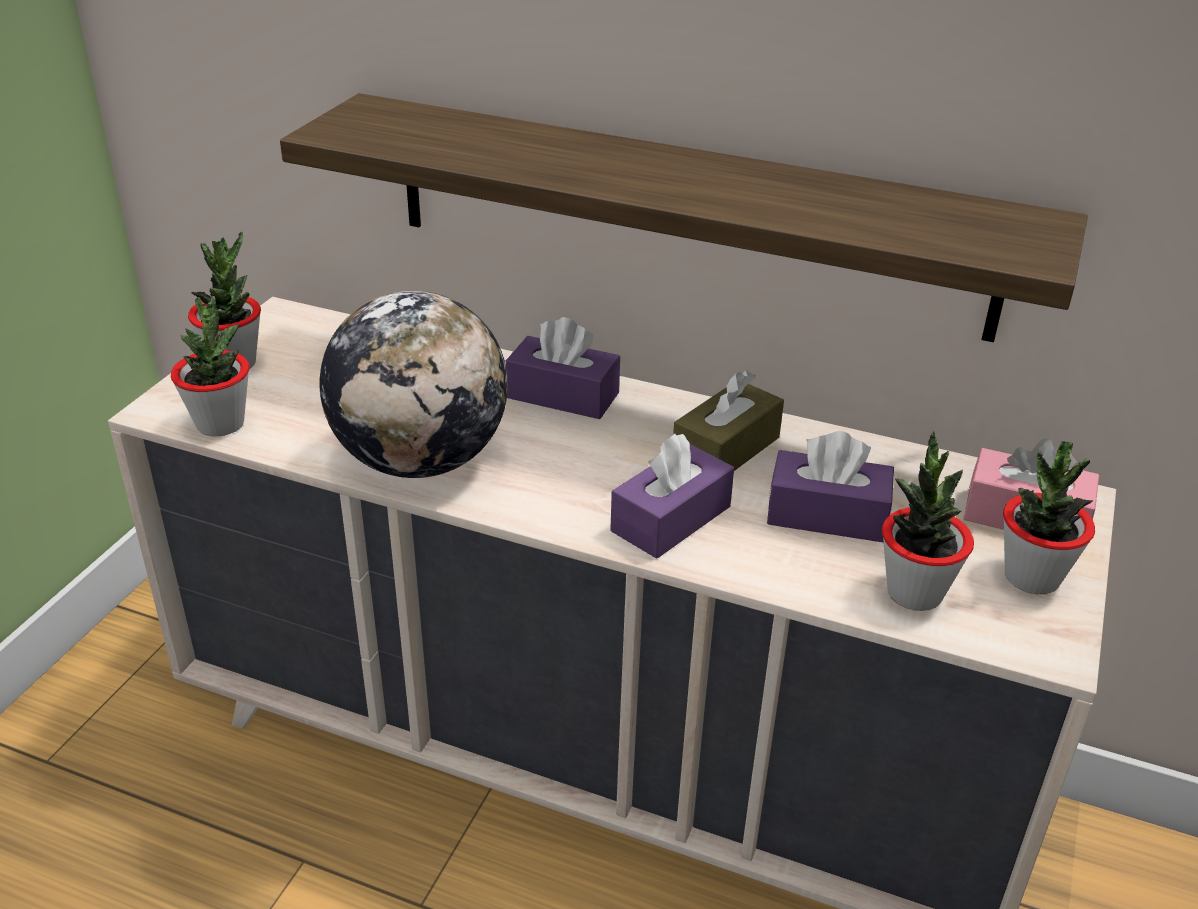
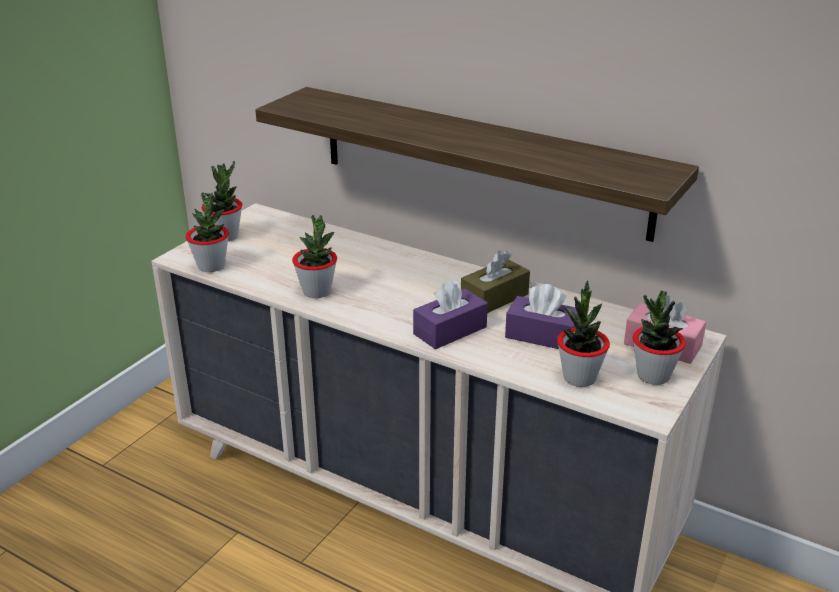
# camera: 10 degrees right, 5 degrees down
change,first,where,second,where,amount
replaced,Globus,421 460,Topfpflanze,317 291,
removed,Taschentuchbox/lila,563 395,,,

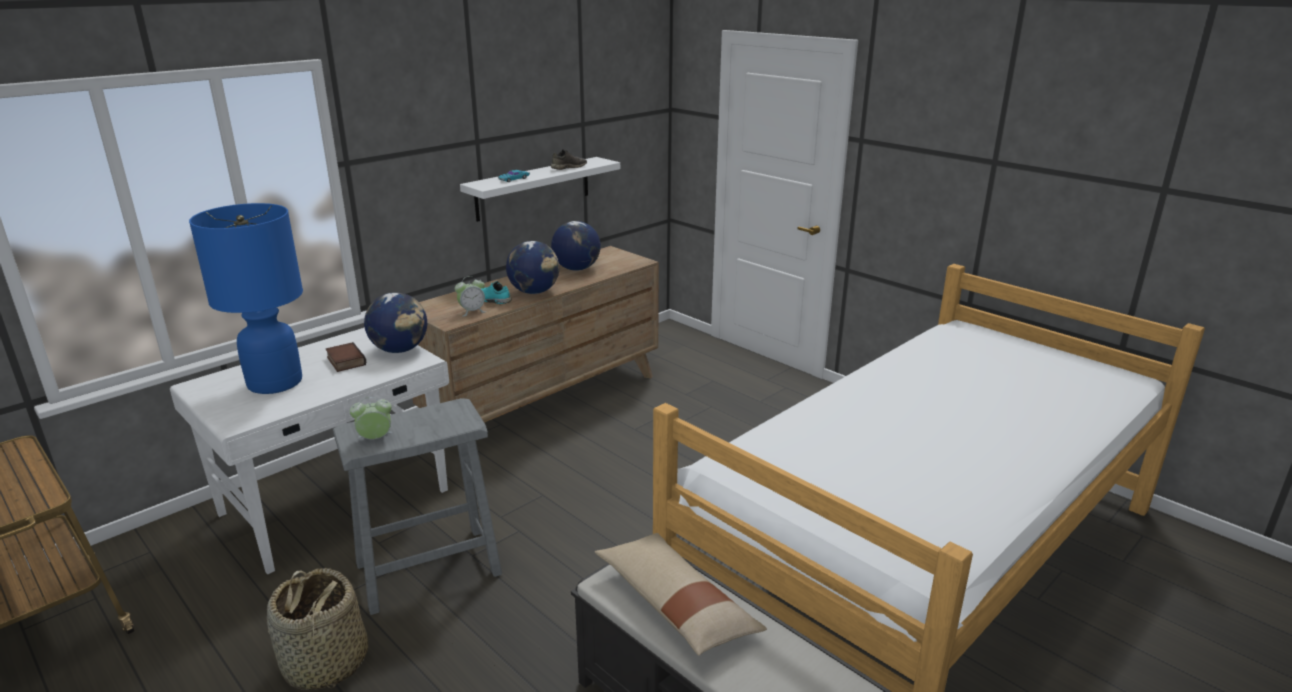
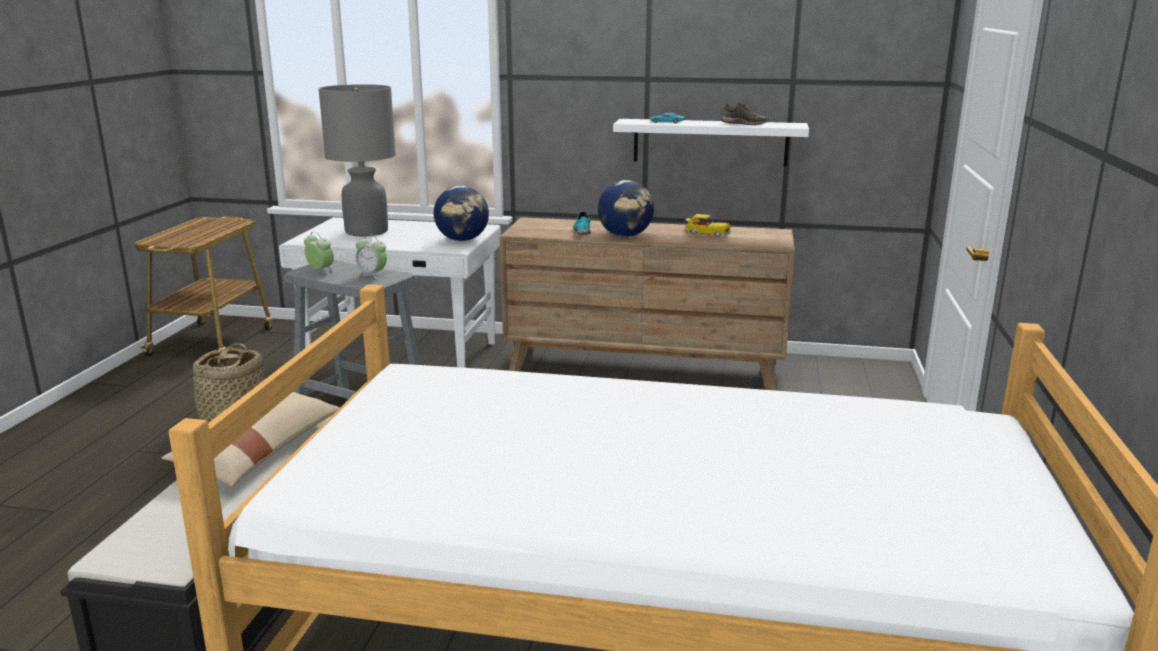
# camera: 55 degrees right, 5 degrees down
change,first,where,second,where,amount
recoloured,Tischlampe/blau,275 383,Tischlampe/grau,366 232,
moved,Wecker,472 311,,372 275,
replaced,Globus,576 268,Spielzeugauto,706 233,
removed,Buch,344 361,,,

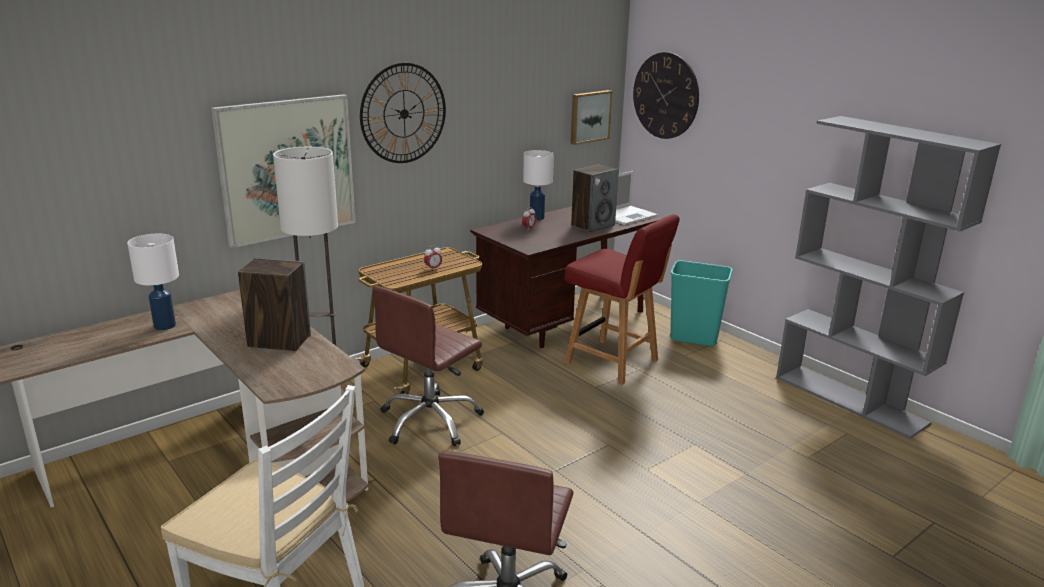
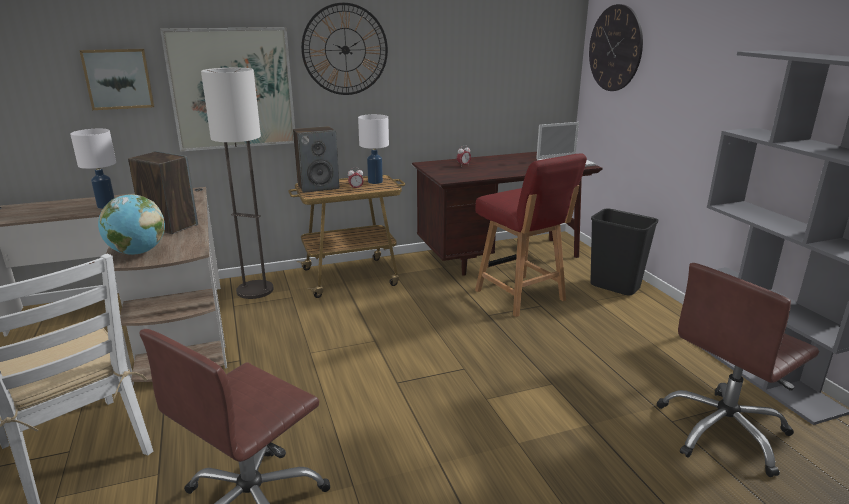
# camera: 20 degrees right, 0 degrees up
change,first,where,second,where,amount
moved,Bild,589 116,,118 79,
added,,,Globus,137 252,
moved,Lautsprecher,593 225,,318 187,
moved,Tischlampe/weiß,537 218,,375 182,
recoloured,Mülleimer/türkis,694 338,Mülleimer/schwarz,615 286,
moved,Bürostuhl/braun,430 421,,723 431,

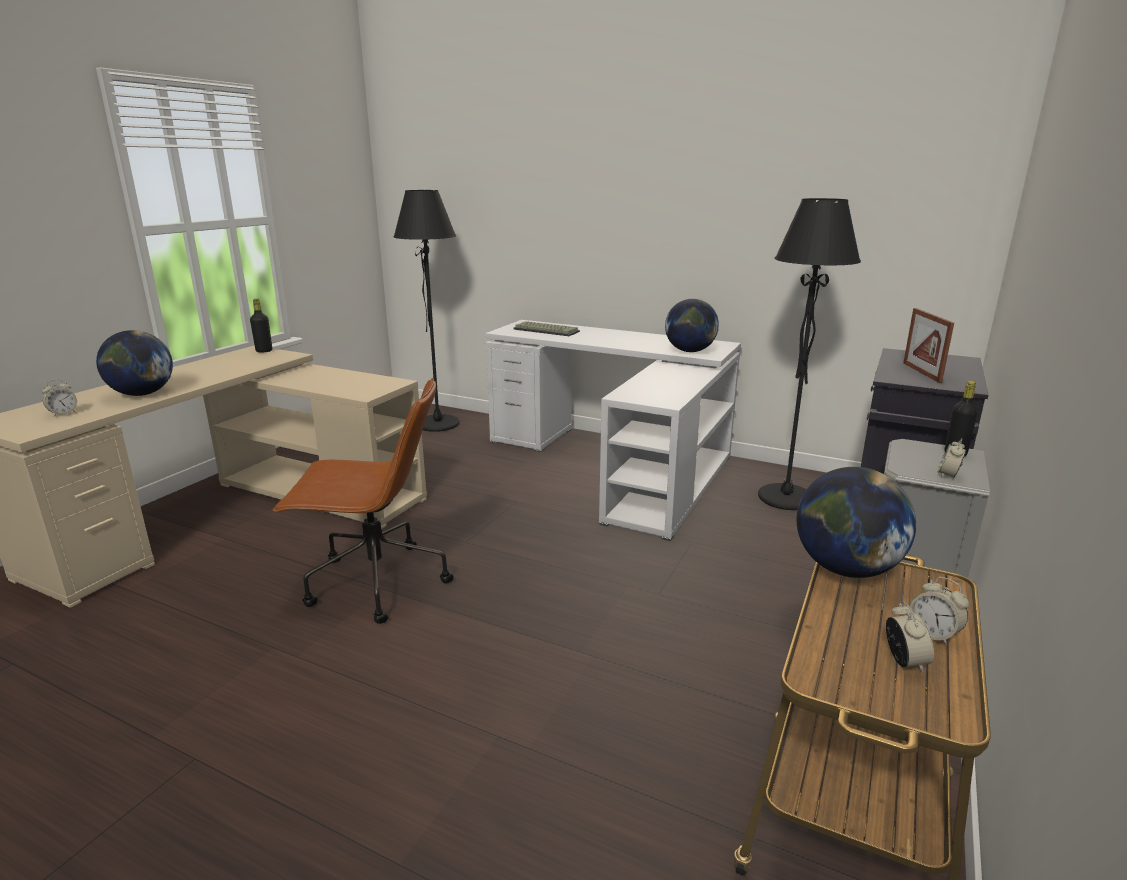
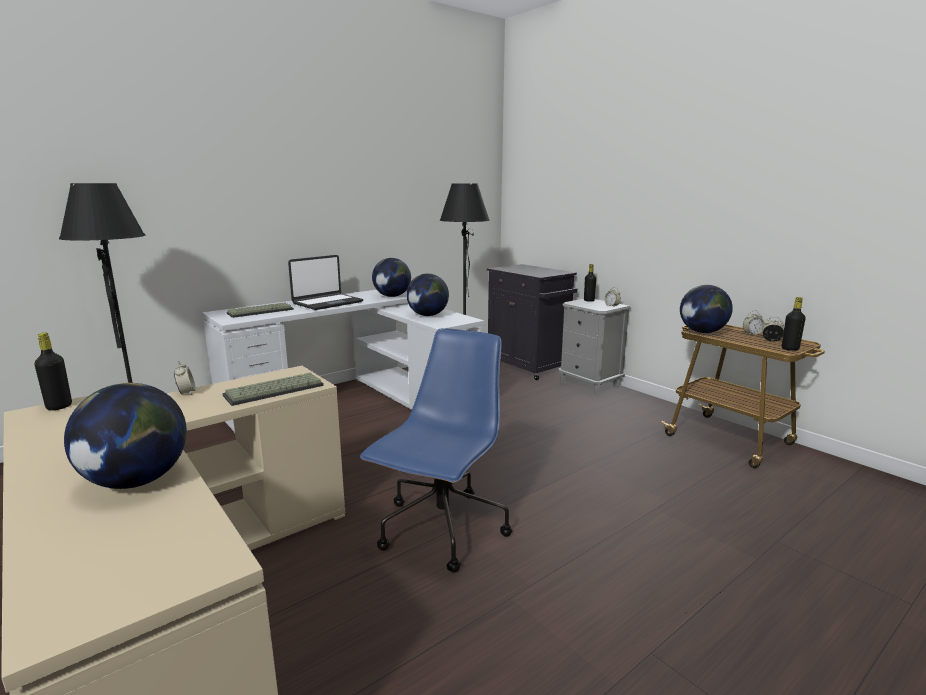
# camera: 65 degrees left, 5 degrees down
change,first,where,second,where,amount
moved,Wecker,63 413,,186 393,
added,,,Tastatur,273 391,
added,,,Laptop,327 303,
recoloured,Bürostuhl/braun,375 583,Bürostuhl/blau,442 530,
added,,,Globus,428 315,
added,,,Flasche/schwarz,790 349,
removed,Bilderrahmen,921 372,,,

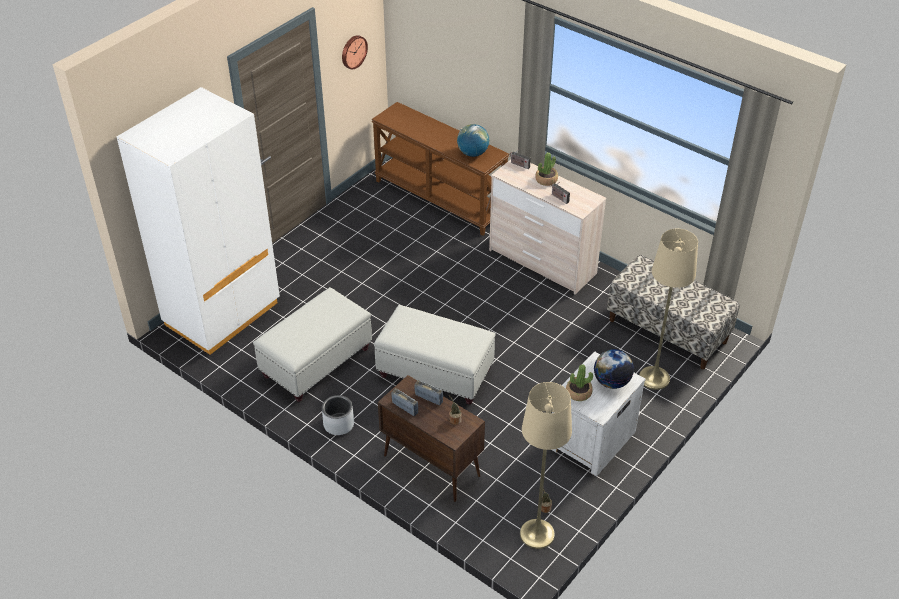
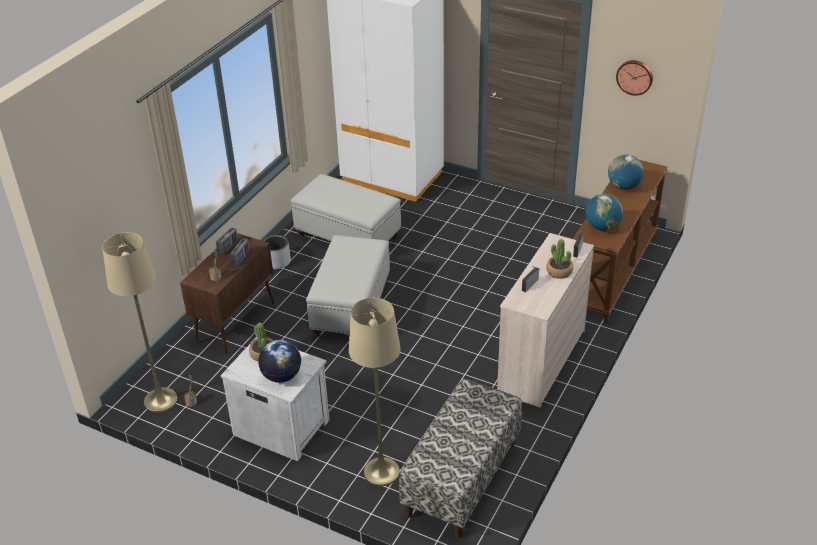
# camera: 80 degrees right, 5 degrees down
change,first,where,second,where,amount
added,,,Globus,623 187,

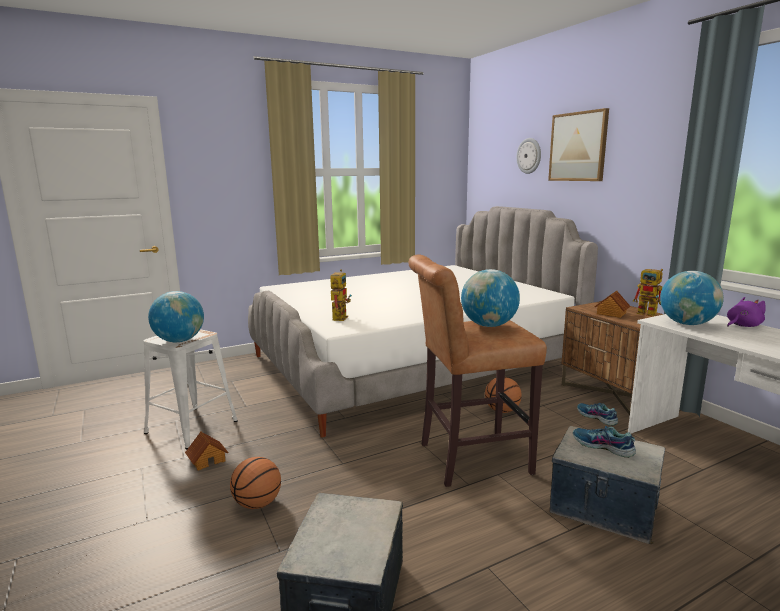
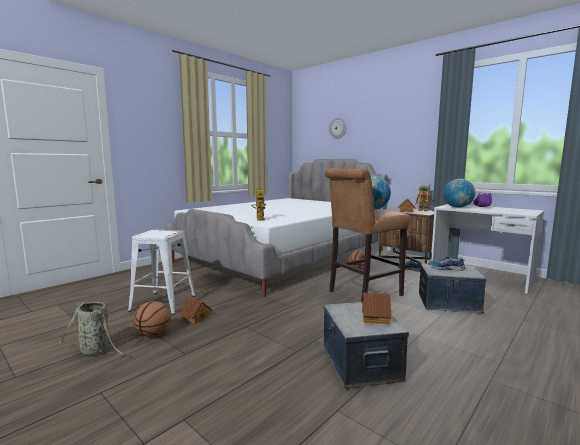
# camera: 20 degrees left, 5 degrees down
change,first,where,second,where,amount
added,,,Korb,96 350,
moved,Basketball,257 504,,153 334,
added,,,Spielzeughaus,374 317,
removed,Globus,179 341,,,
removed,Bild,578 147,,,

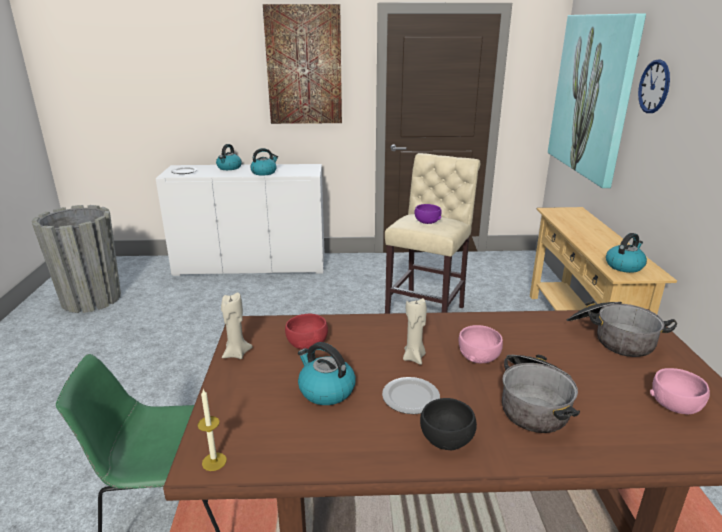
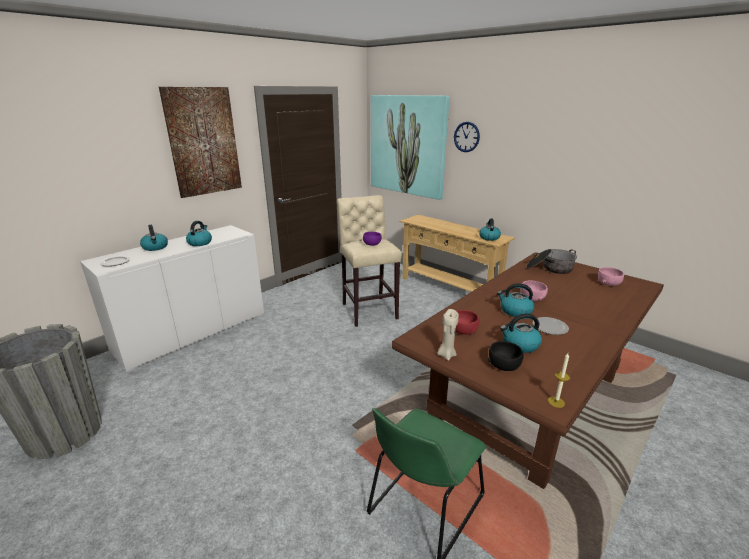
# camera: 45 degrees left, 0 degrees up
change,first,where,second,where,amount
moved,Schüssel/schwarz,447 438,,504 365,
replaced,Kerze/beige,414 357,Wasserkessel,515 311,
removed,Kochtopf,534 403,,,

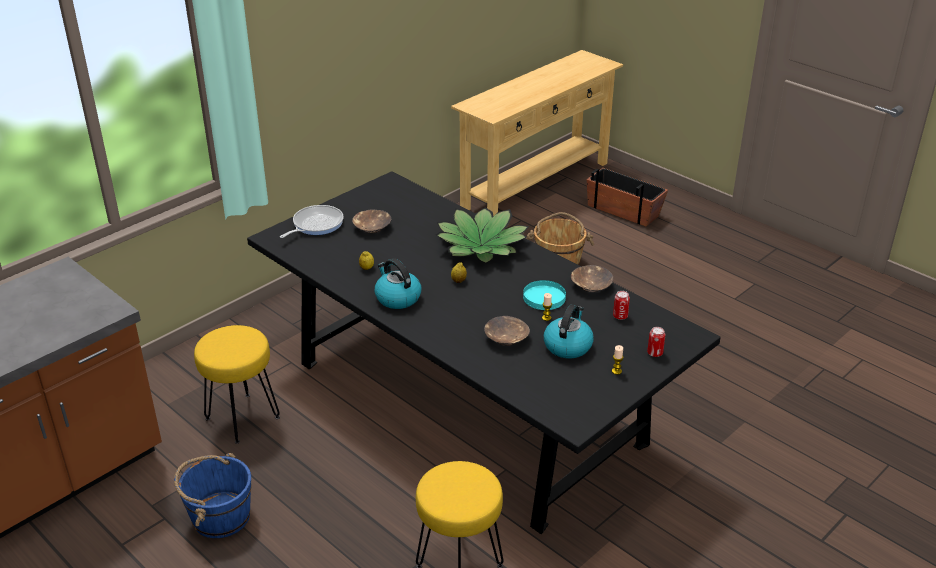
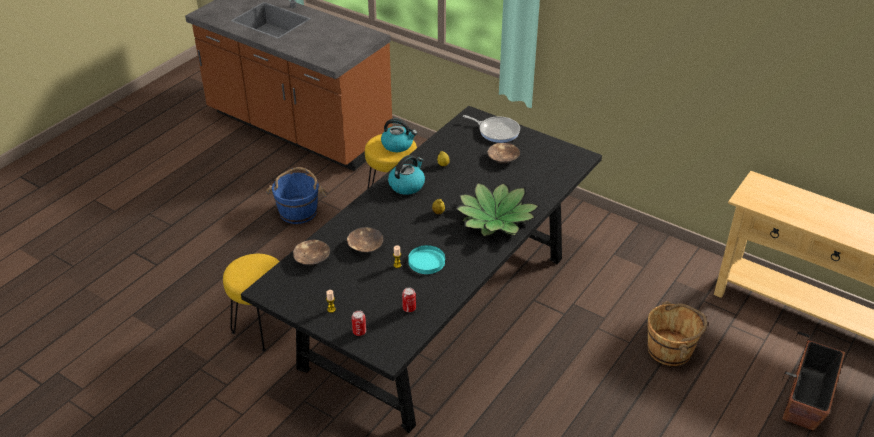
# camera: 80 degrees right, 5 degrees up
change,first,where,second,where,amount
moved,Schüssel/braun,590 285,,312 258,
moved,Wasserkessel,568 345,,398 145,

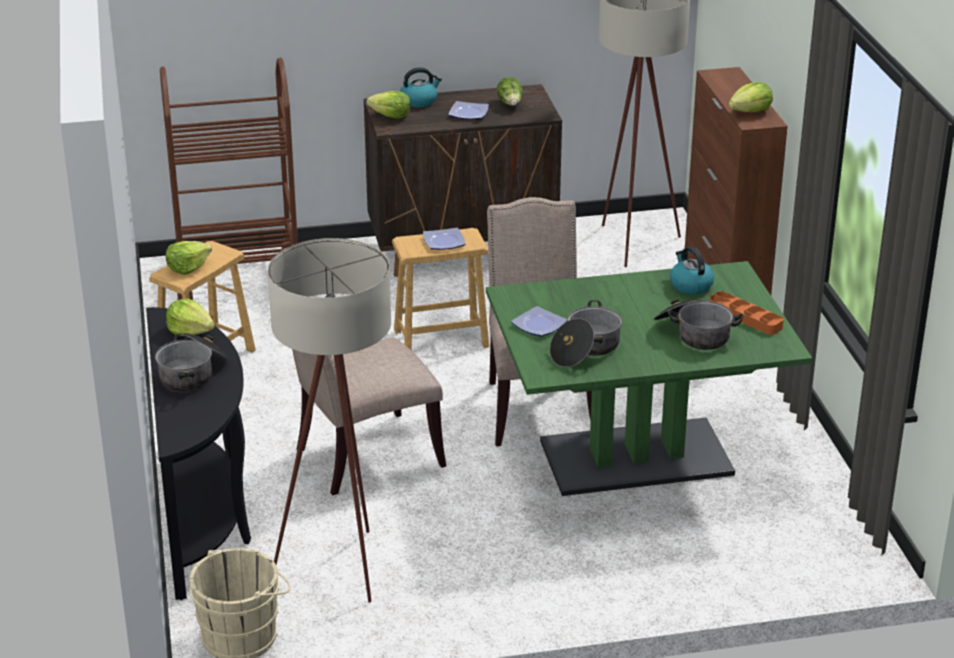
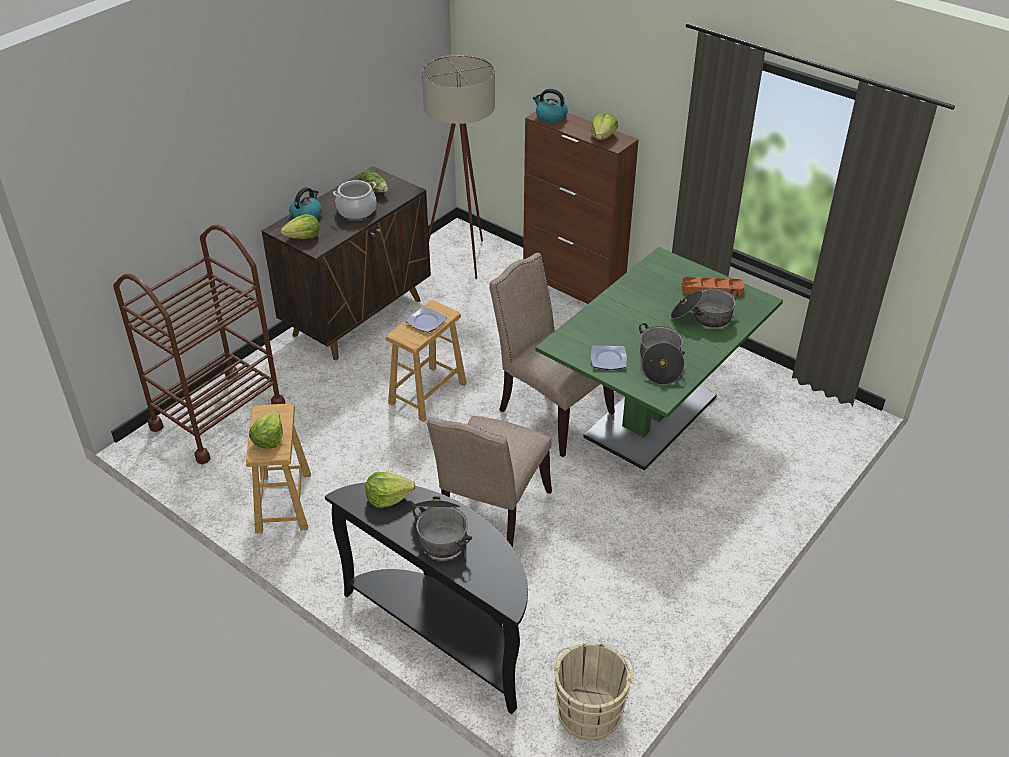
# camera: 40 degrees left, 10 degrees up
change,first,where,second,where,amount
replaced,Teller,469 113,Kochtopf,356 210,
moved,Wasserkessel,690 285,,550 117,
removed,Stehlampe/beige,343 573,,,

